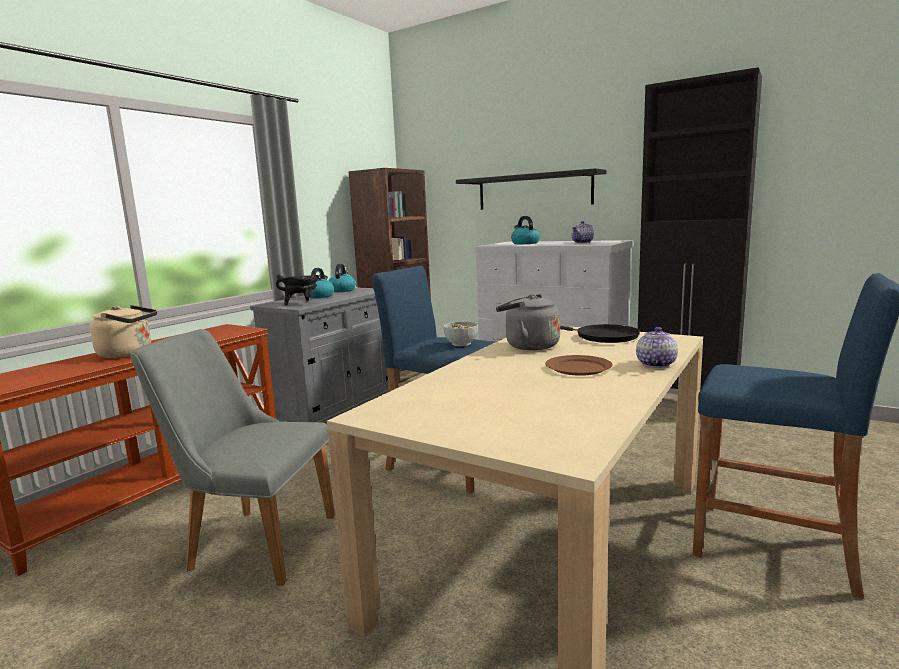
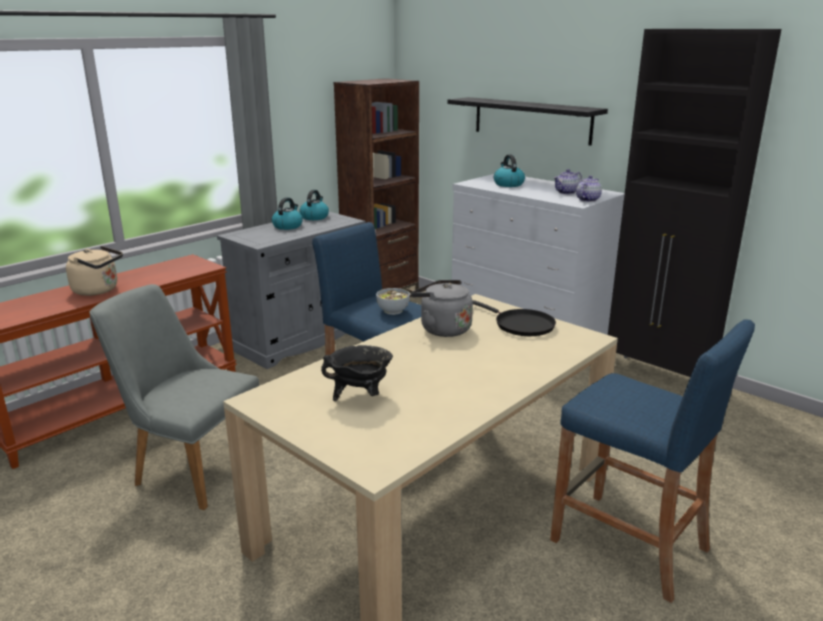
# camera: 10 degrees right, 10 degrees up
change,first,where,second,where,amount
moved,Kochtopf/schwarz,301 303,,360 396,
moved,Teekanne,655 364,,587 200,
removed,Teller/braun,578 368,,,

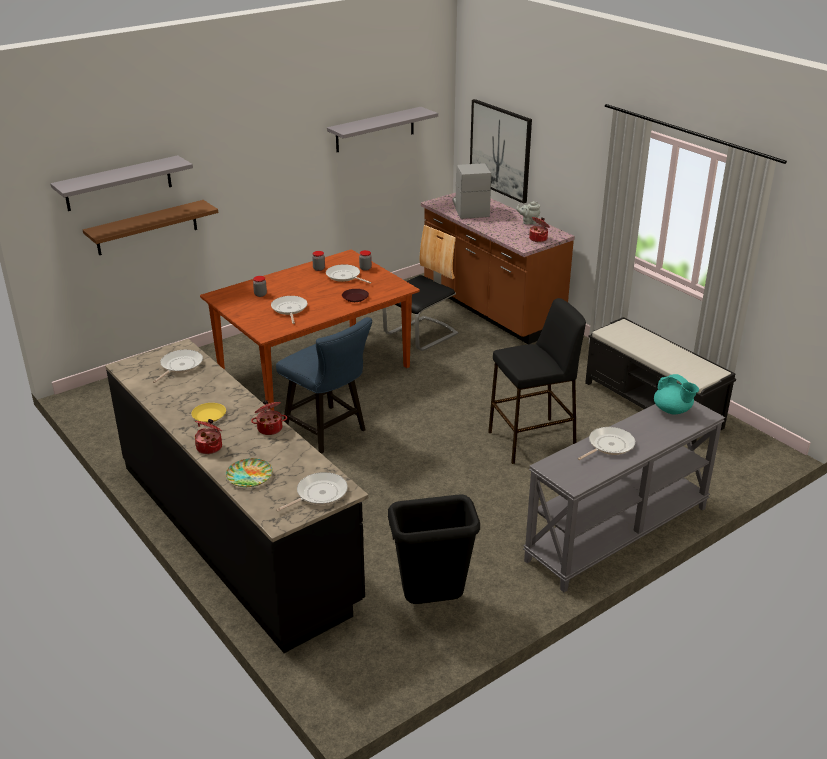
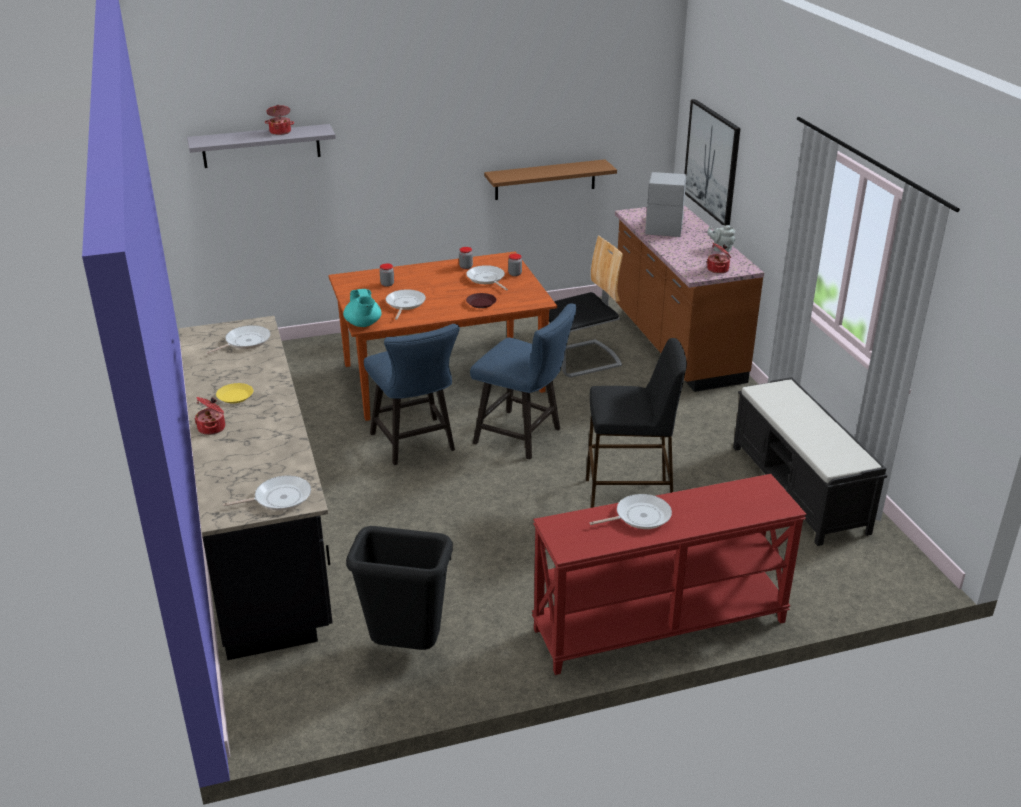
# camera: 20 degrees right, 0 degrees up
change,first,where,second,where,amount
moved,Kochtopf,270 428,,280 131,
moved,Teekanne/türkis,672 410,,363 324,
added,,,Stuhl/blau,523 437,
moved,Wandregal/braun,147 228,,545 179,
recoloured,Konsolentisch/grau,618 535,Konsolentisch/rot,659 627,
removed,Teller,249 476,,,
removed,Wandregal/grau,375 129,,,

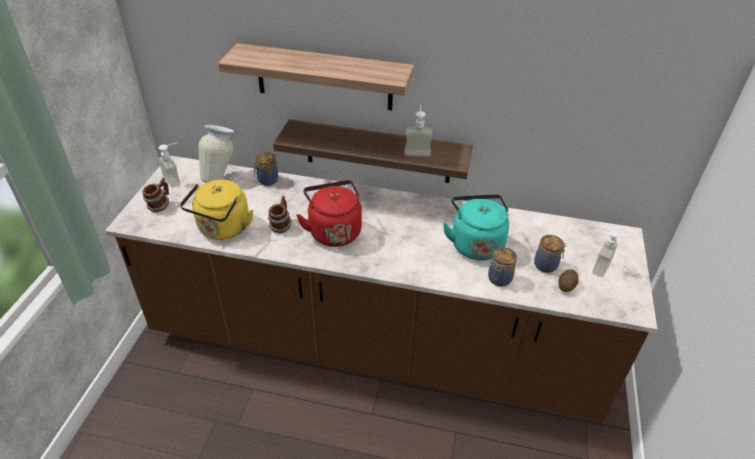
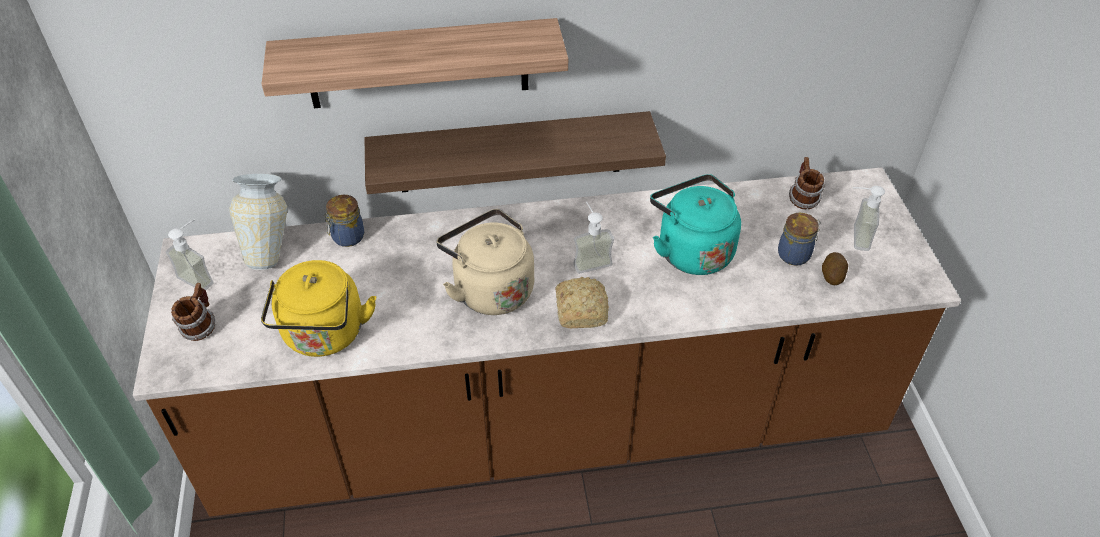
# camera: 20 degrees left, 5 degrees up
change,first,where,second,where,amount
recoloured,Wasserkessel/rot,333 231,Wasserkessel/beige,490 289,
added,,,Brot,582 309,
moved,Seifenspender,417 150,,590 259,
moved,Henkelbecher,281 225,,802 199,
removed,Vorratsglas,499 279,,,

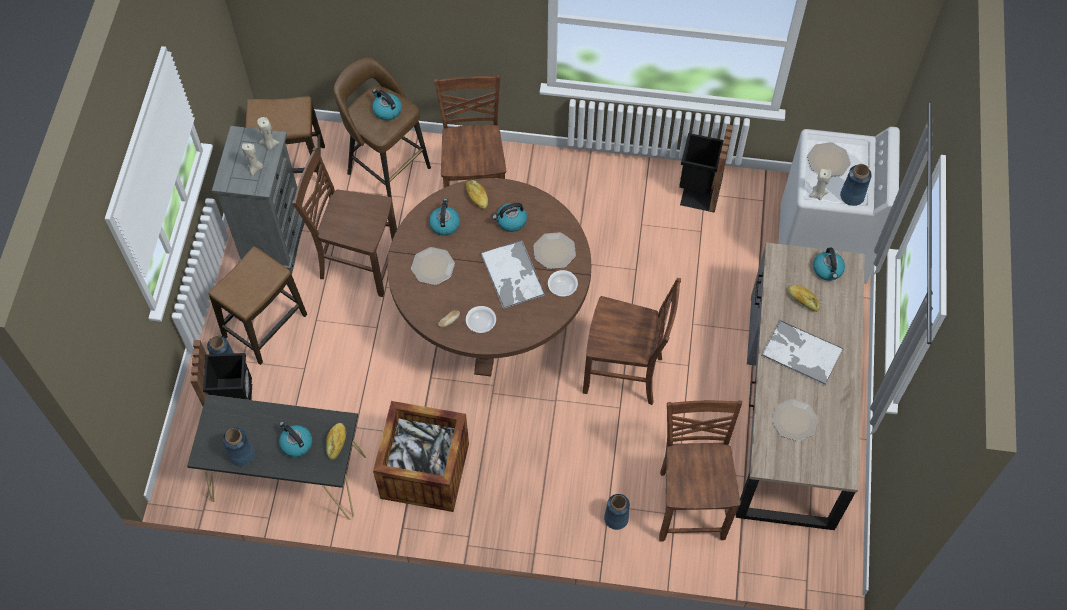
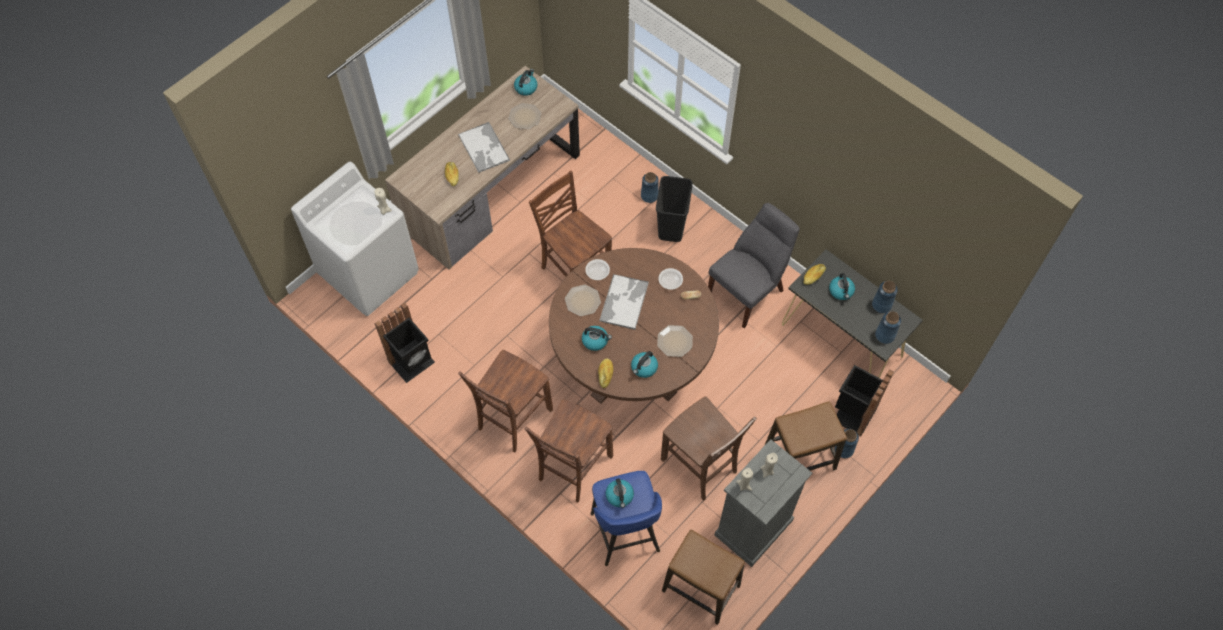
# camera: 145 degrees left, 0 degrees up
change,first,where,second,where,amount
moved,Stuhl/braun,690 503,,512 419,
moved,Wasserkessel,828 270,,526 87,
recoloured,Hocker/braun,387 169,Hocker/blau,625 535,
added,,,Mülleimer/schwarz,671 227,
replaced,Kiste,425 471,Stuhl/grau,748 291,
moved,Vase/blau,852 196,,885 335,
removed,Teller,828 161,,,

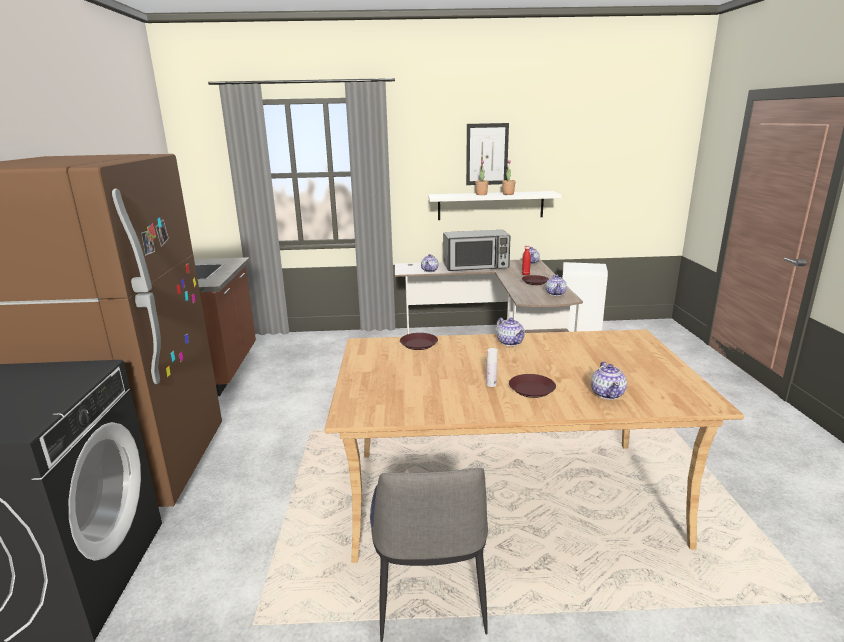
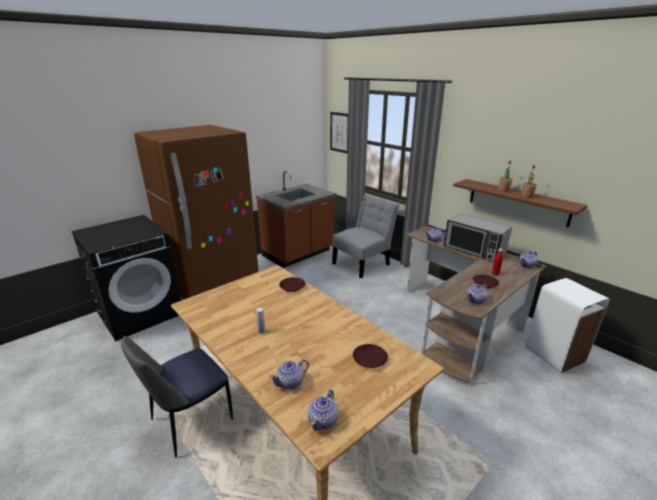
# camera: 50 degrees right, 5 degrees up
change,first,where,second,where,amount
moved,Teekanne,510 342,,323 420,
moved,Bild,487 154,,339 132,
added,,,Stuhl/grau,363 263,
moved,Teller/braun,531 389,,370 359,
recoloured,Wandregal/weiß,490 205,Wandregal/braun,518 202,

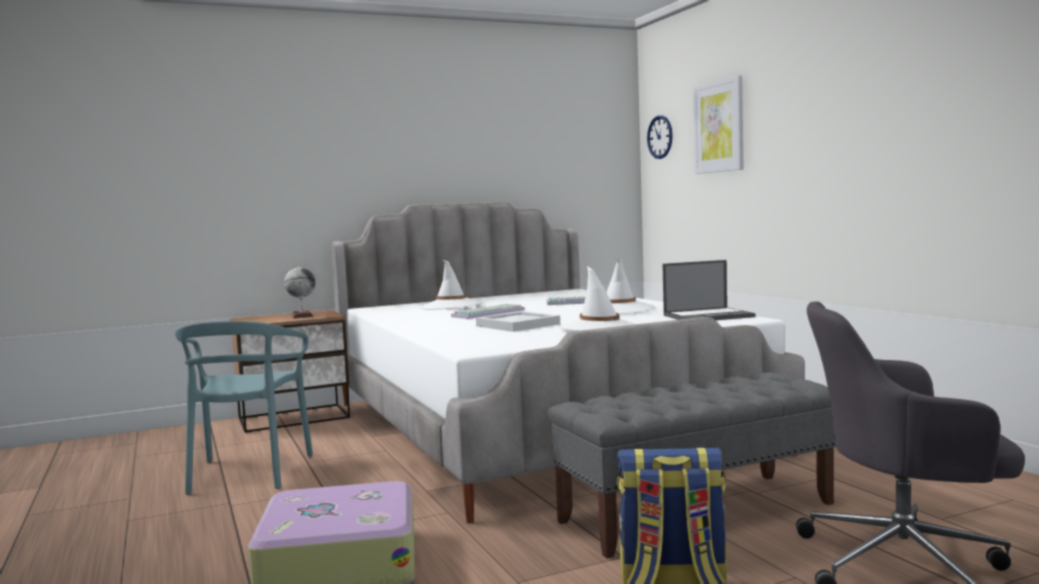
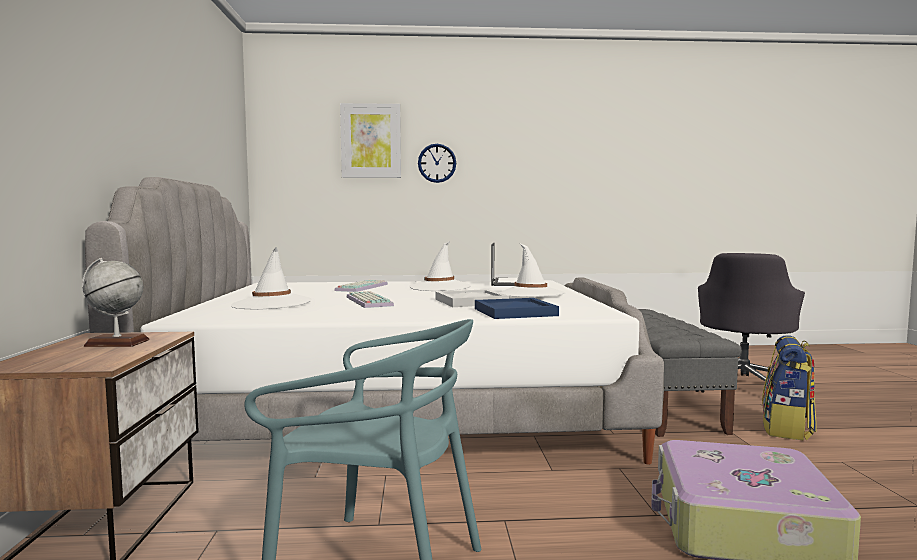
# camera: 70 degrees left, 0 degrees up
change,first,where,second,where,amount
moved,Wanduhr,660 137,,437 163,
added,,,Tablett/blau,515 312,

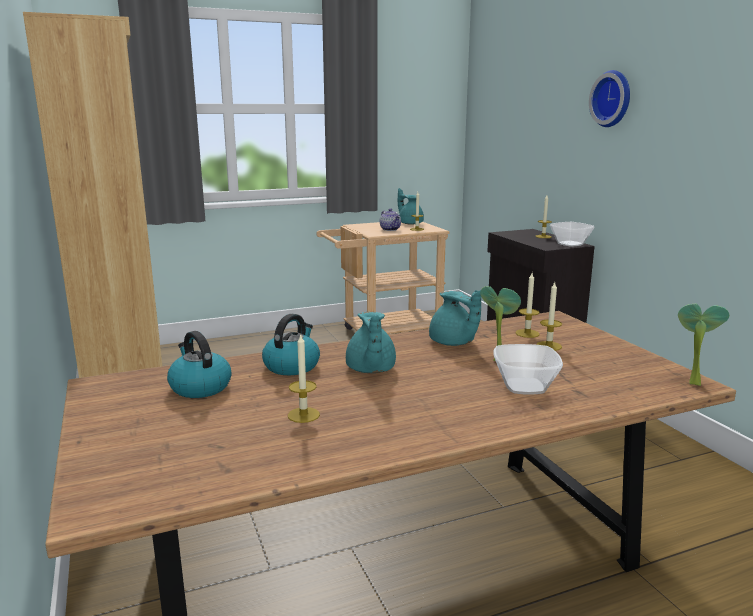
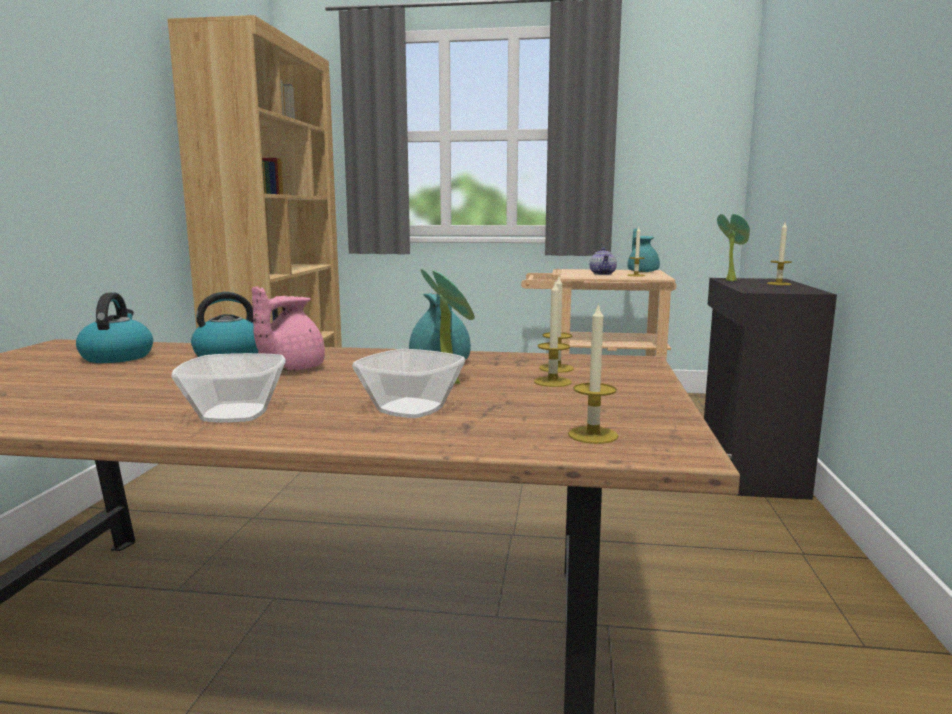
# camera: 30 degrees right, 5 degrees down
change,first,where,second,where,amount
moved,Schüssel,570 244,,233 414,
recoloured,Teekanne/türkis,370 370,Teekanne/rosa,289 369,
moved,Kerze,303 415,,593 435,
moved,Topfpflanze,691 382,,730 280,
removed,Wanduhr,613 99,,,

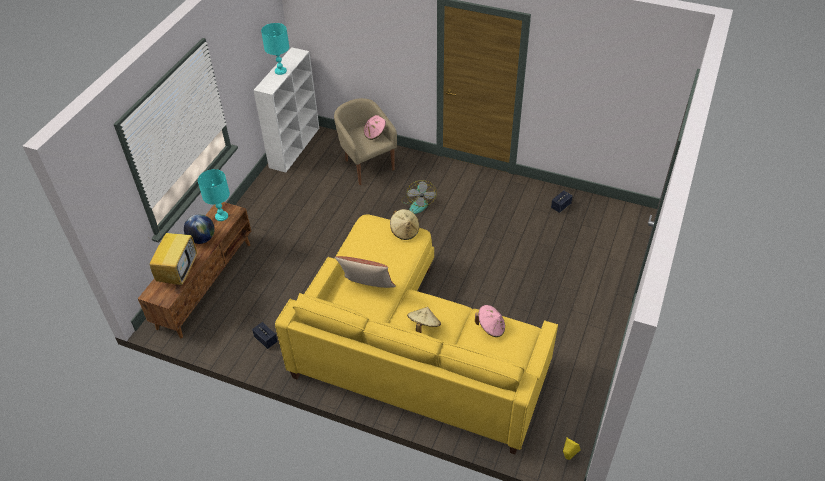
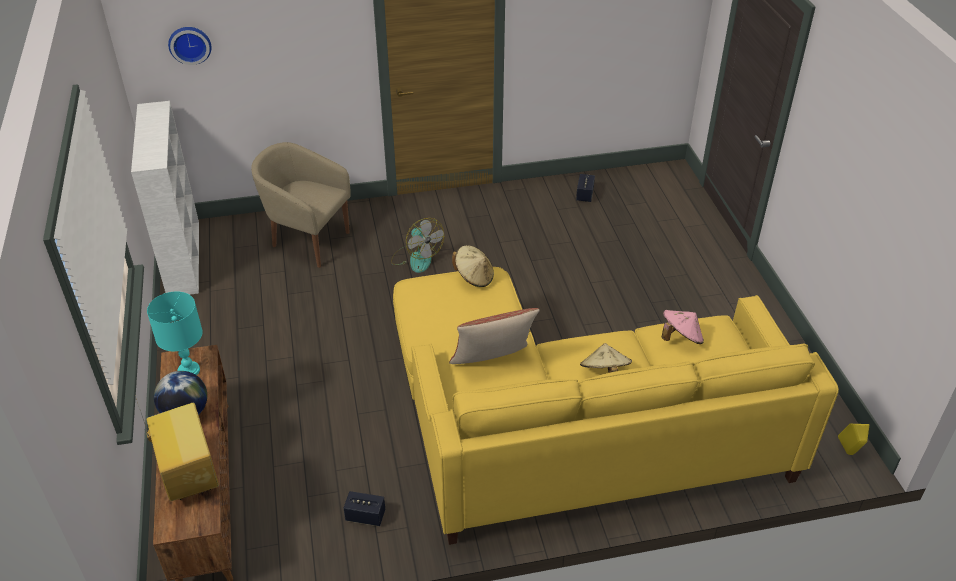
# camera: 35 degrees left, 5 degrees down
change,first,where,second,where,amount
added,,,Wanduhr,190 44,
removed,Tischlampe/türkis,280 71,,,
removed,Hut/rosa,375 133,,,

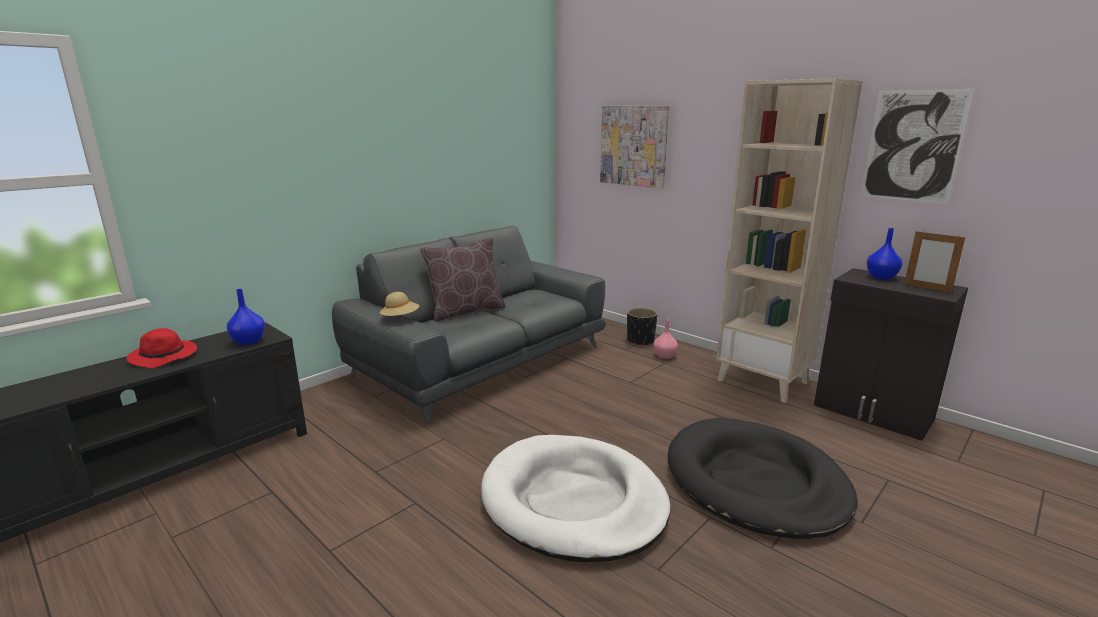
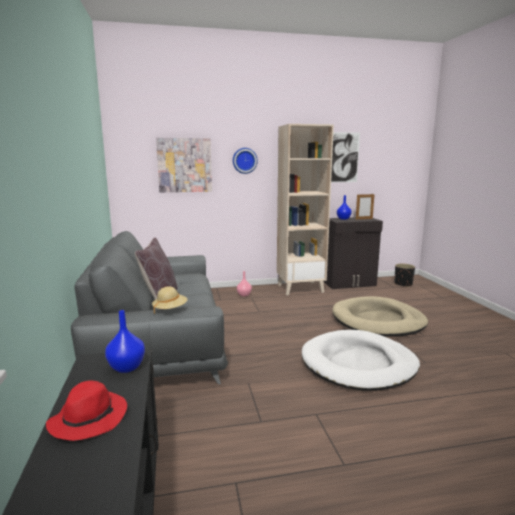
# camera: 55 degrees left, 5 degrees down
change,first,where,second,where,amount
added,,,Wanduhr,244 160,
recoloured,Hundebett/schwarz,755 482,Hundebett/beige,378 321,
moved,Pflanzkübel/schwarz,640 341,,403 284,

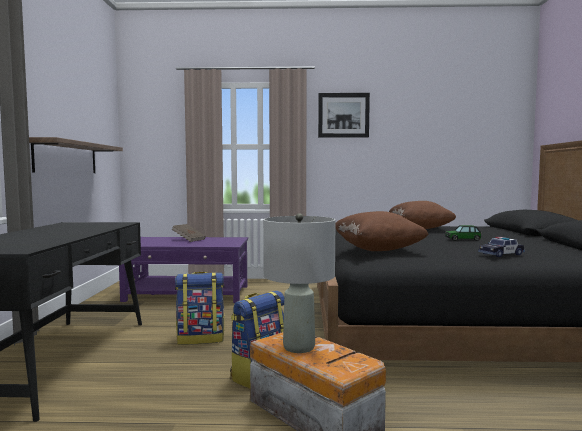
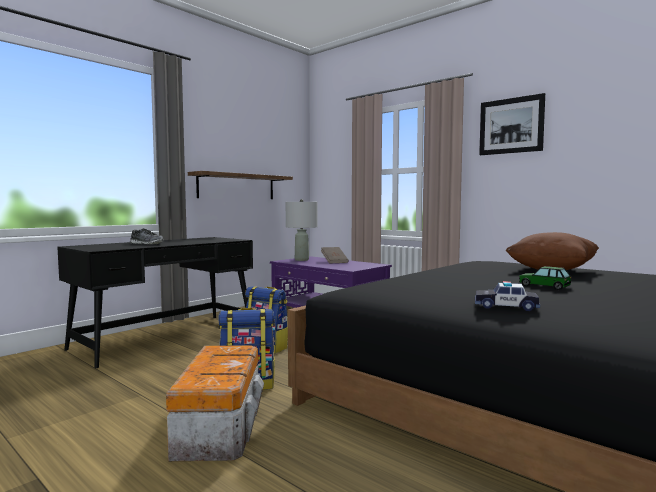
# camera: 40 degrees right, 0 degrees up
change,first,where,second,where,amount
added,,,Schuh,146 244,
moved,Tischlampe/grau,299 347,,302 260,
removed,Kissen/braun,377 250,,,

